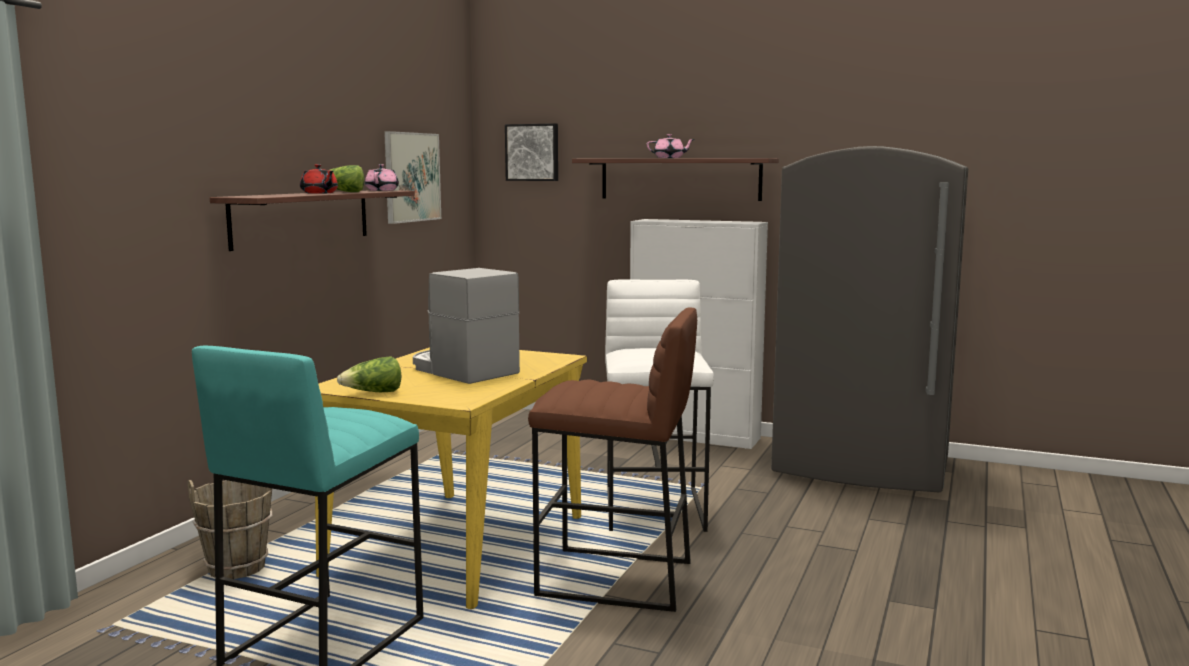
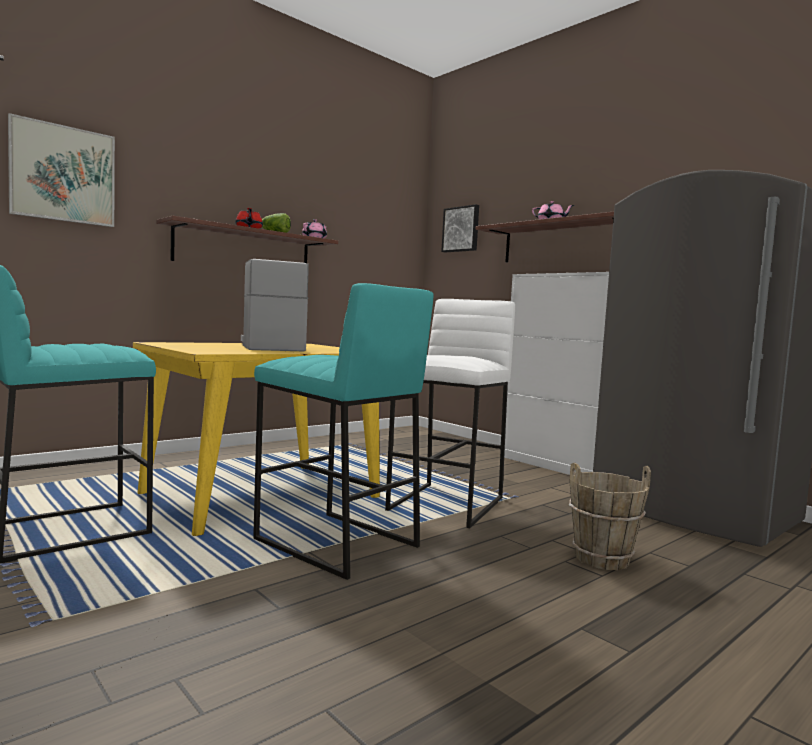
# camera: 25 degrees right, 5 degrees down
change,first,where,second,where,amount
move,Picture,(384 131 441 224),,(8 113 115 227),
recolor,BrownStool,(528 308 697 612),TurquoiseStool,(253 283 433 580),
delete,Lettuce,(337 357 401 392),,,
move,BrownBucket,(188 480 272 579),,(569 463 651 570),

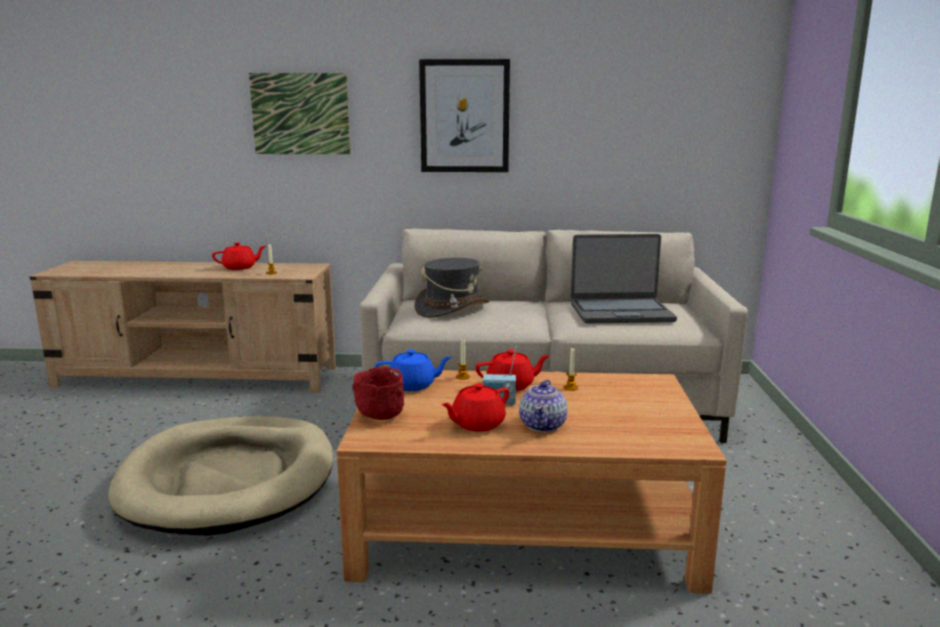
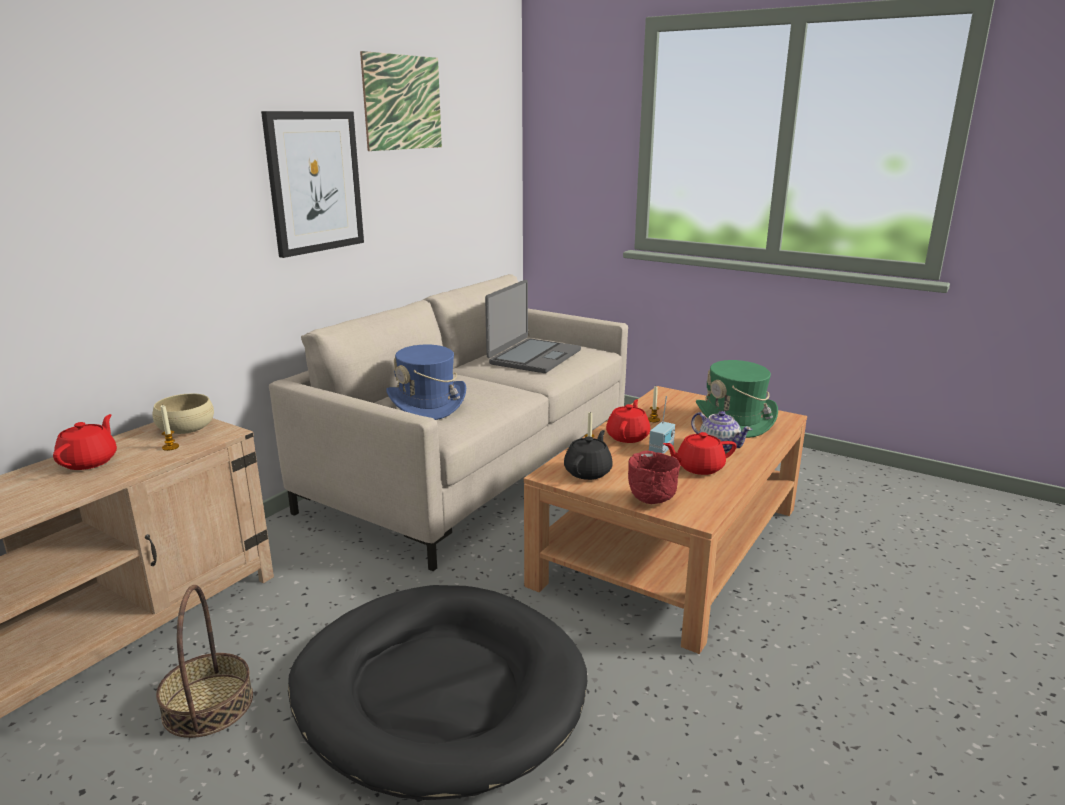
# camera: 60 degrees left, 5 degrees up
change,first,where,second,where,amount
move,Picture,(249 73 351 154),,(360 51 442 151),
recolor,GreyHat,(415 258 490 318),BlueHat,(386 344 466 420),
recolor,BlueTeapot,(375 349 452 391),BlackTeapot,(564 430 613 480),
rotate,RedTeapot,(441 383 509 432),,(663 432 737 475),90 degrees clockwise
recolor,BeigeDogBed,(108 416 333 536),BlackDogBed,(288 585 587 800),
insert,,,GreenHat,(696 360 778 438),
insert,,,BeigeBowl,(152 394 214 434),
insert,,,Basket,(156 585 253 738),

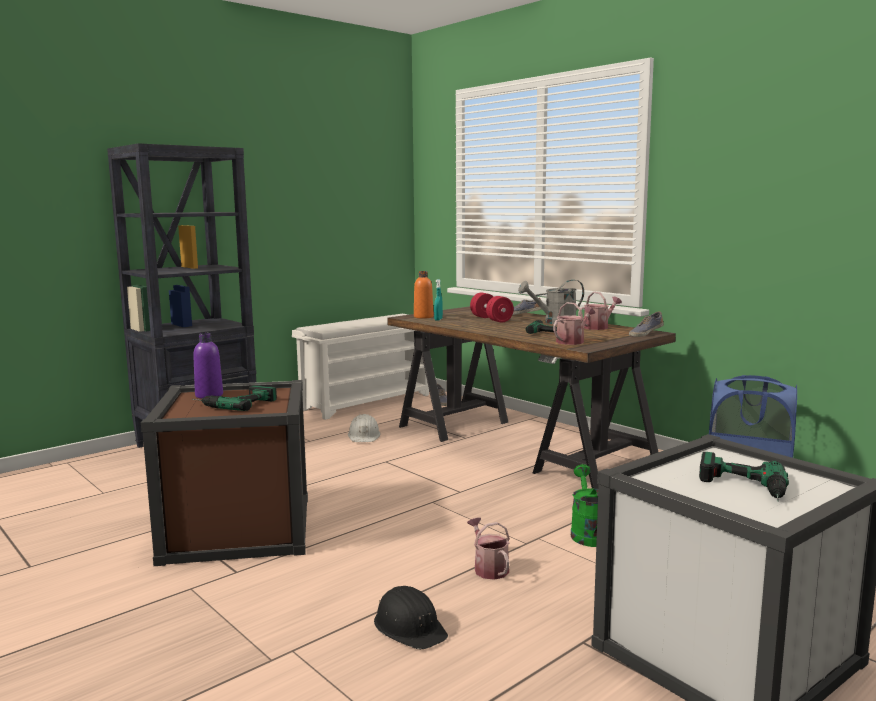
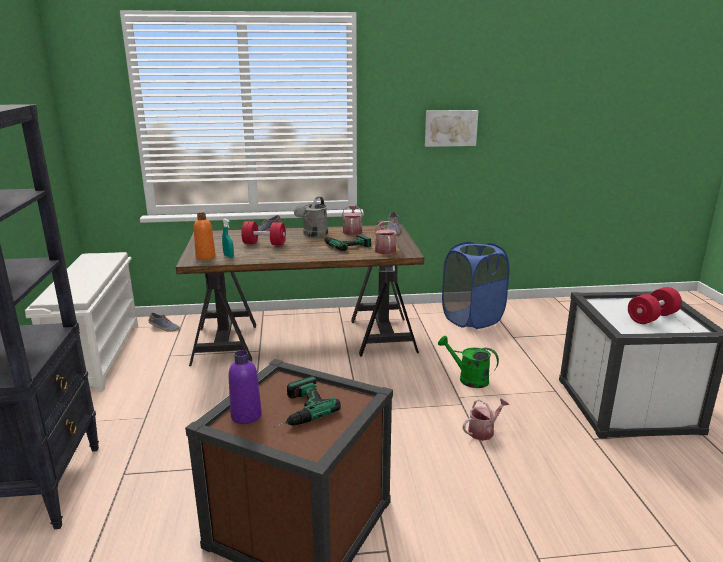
# camera: 55 degrees left, 10 degrees up
change,first,where,second,where,amount
delete,WhiteHardHat,(348 414 380 442),,,
replace,PowerDrill,(699 452 789 502),RedDumbbell,(628 287 682 324),
rotate,WateringCan,(467 518 510 580),,(463 398 509 441),135 degrees clockwise
delete,BlackHardHat,(374 586 448 649),,,
insert,,,Picture,(425 110 478 147),

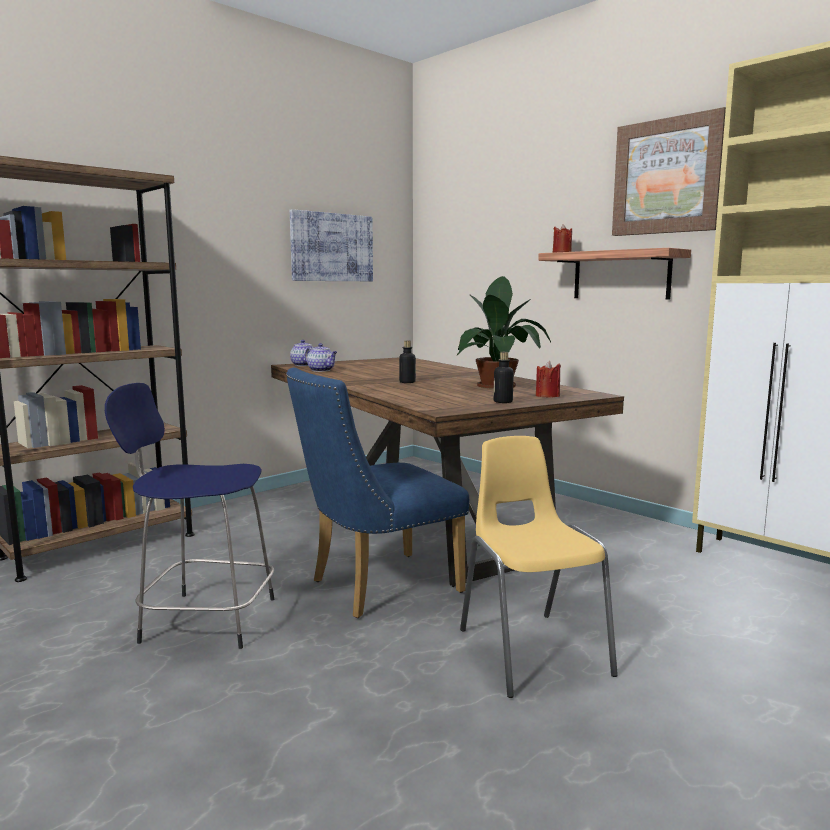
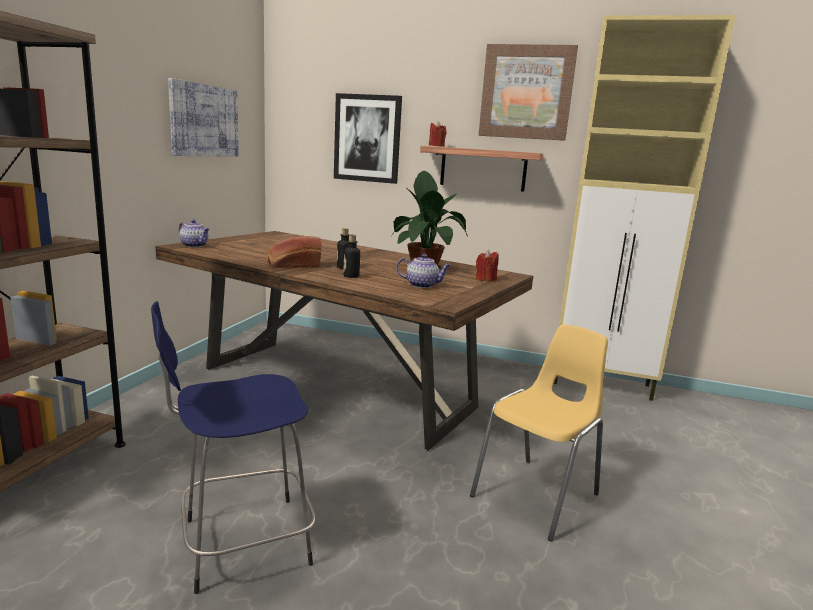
# camera: 30 degrees left, 5 degrees up
change,first,where,second,where,amount
move,Teapot,(305 343 337 372),,(397 254 451 288),
move,Bottle,(494 352 514 403),,(343 235 360 278),
delete,BlueChair,(286 368 469 618),,,
rotate,YellowChair,(460 436 618 698),,(470 325 608 542),90 degrees clockwise
insert,,,Picture,(334 93 402 184),
insert,,,Bread,(268 236 322 268),

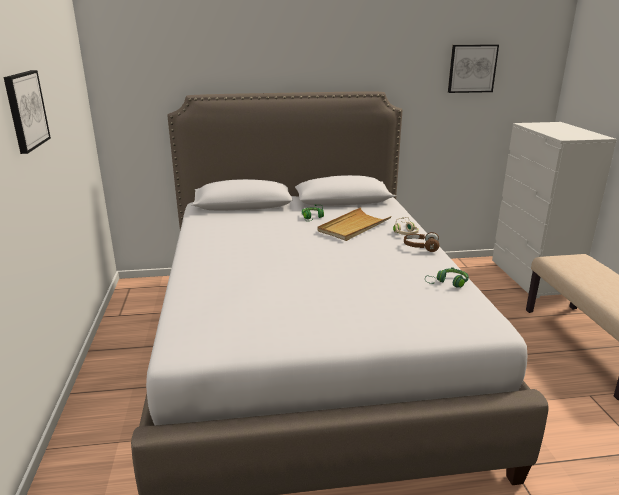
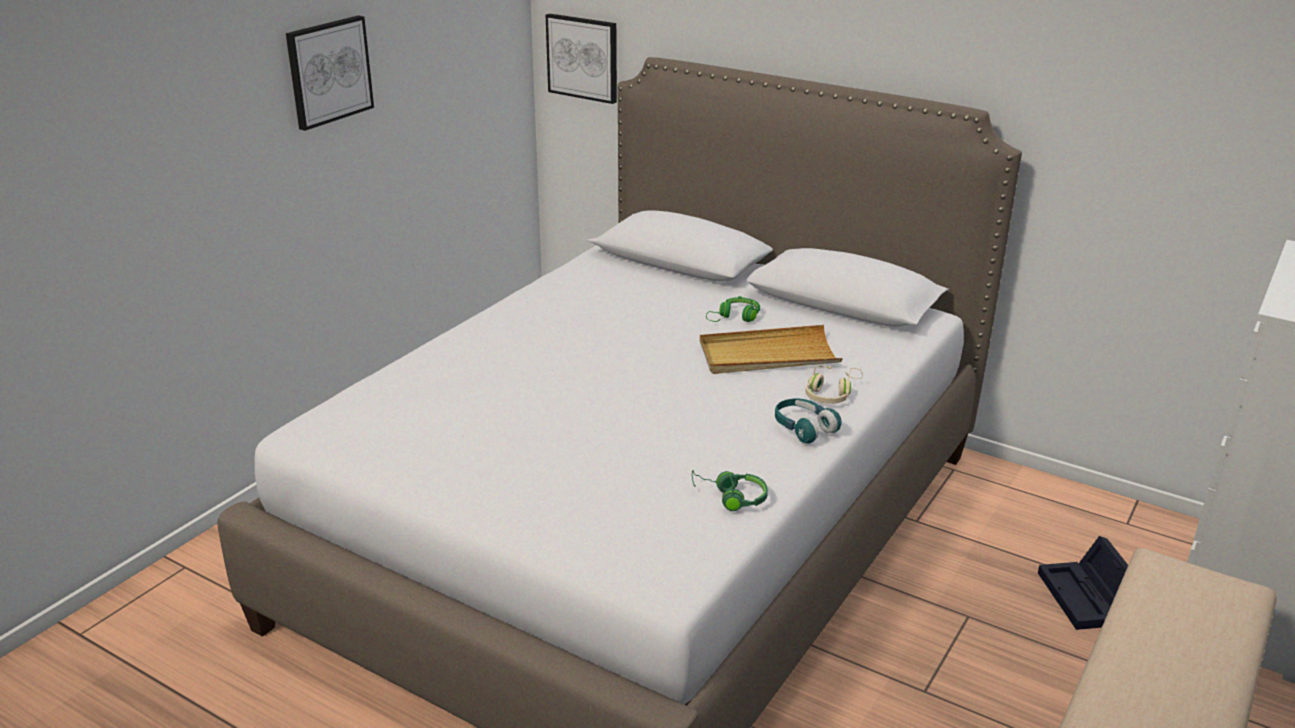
# camera: 40 degrees right, 5 degrees up
change,first,where,second,where,amount
move,Picture,(448 45 499 93),,(546 14 617 104),
recolor,BrownHeadphones,(404 232 439 252),TurquoiseHeadphones,(775 398 842 444),
insert,,,BlackStorageBox,(1038 536 1128 630),

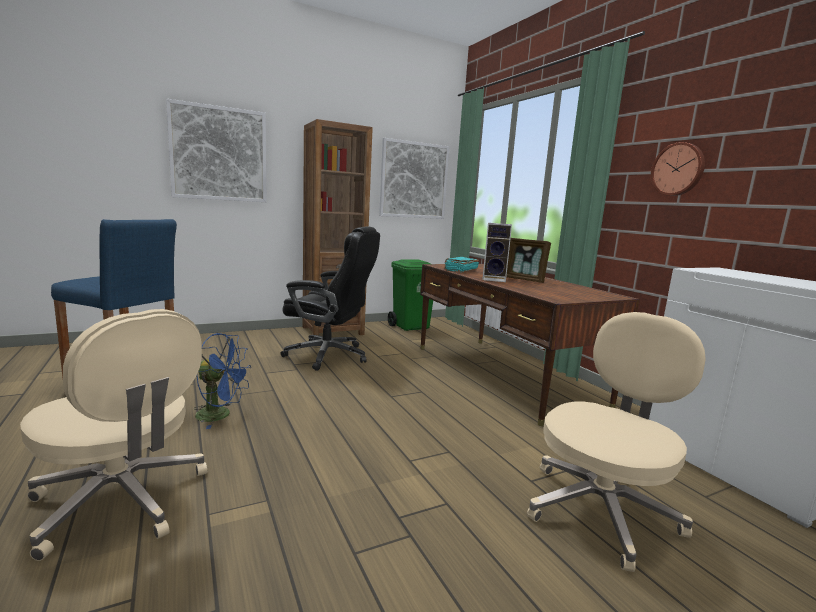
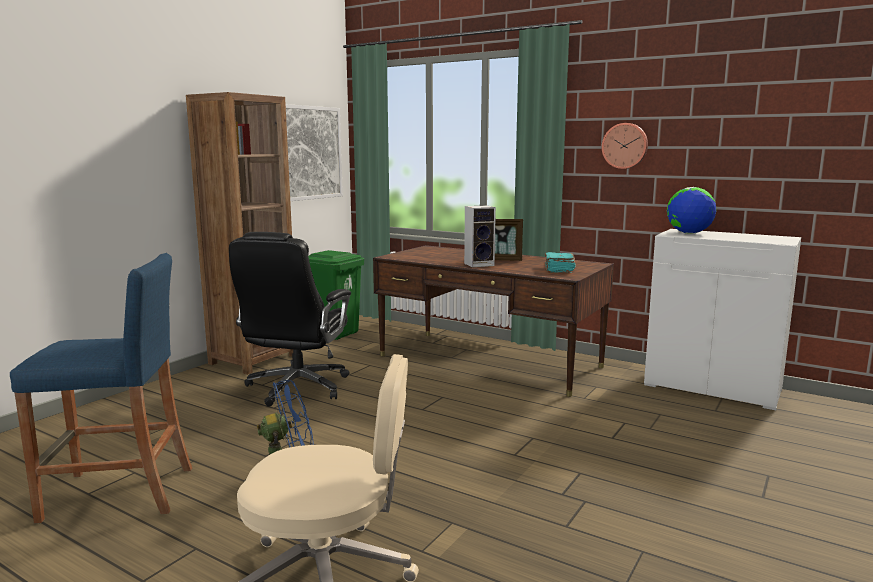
# camera: 30 degrees left, 0 degrees up
change,first,where,second,where,amount
delete,Picture,(166 99 267 202),,,
rotate,BlackOfficeChair,(281 226 380 371),,(229 232 351 407),120 degrees clockwise
move,TurquoiseBook,(444 257 479 273),,(545 252 576 273),
delete,BeigeOfficeChair,(527 312 706 572),,,
insert,,,Globe,(667 187 716 234),

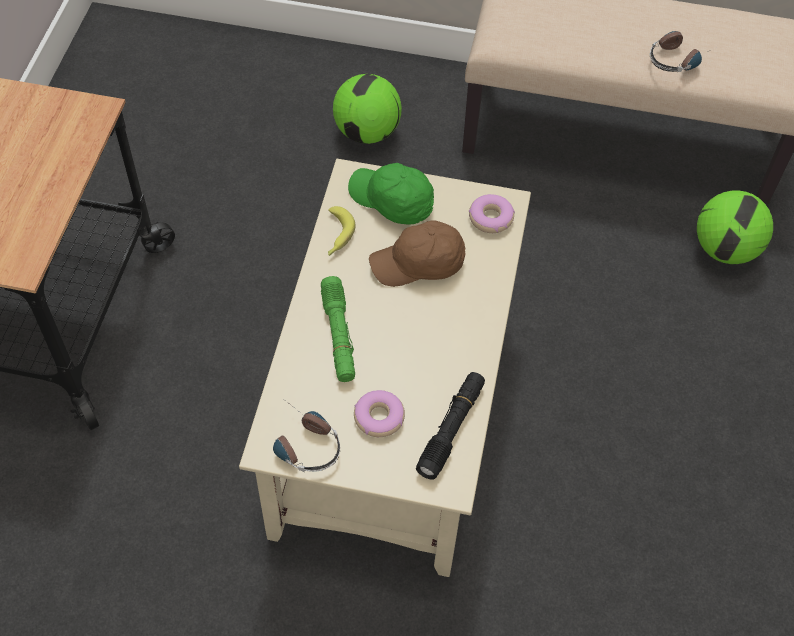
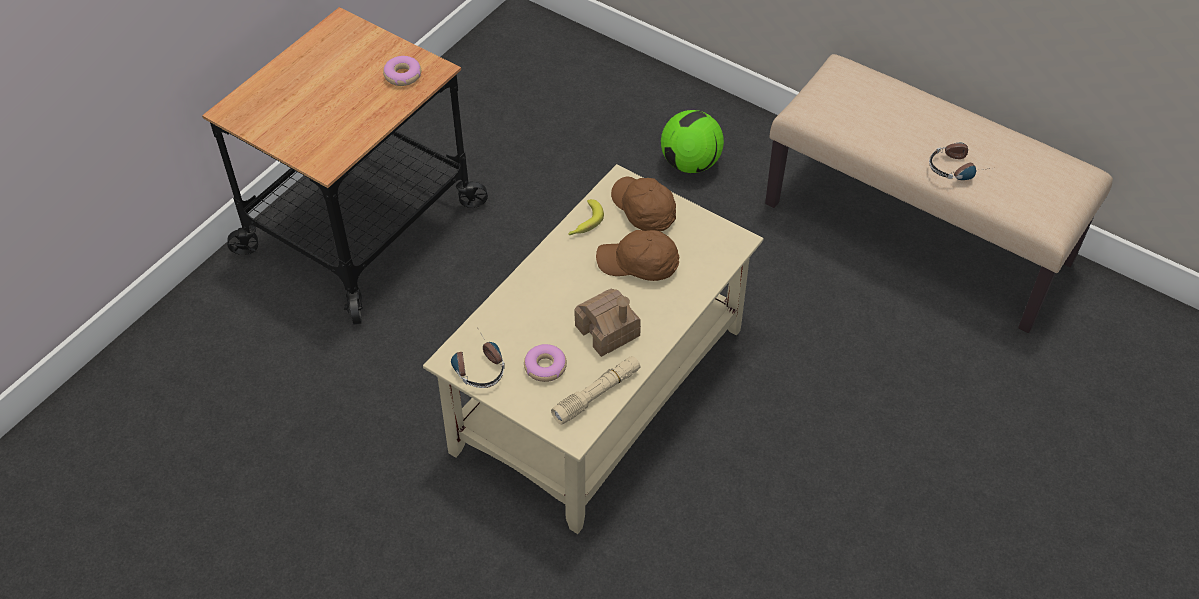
# camera: 25 degrees right, 5 degrees down
change,first,where,second,where,amount
recolor,GreenCap,(348 163 434 224),BrownCap,(611 177 676 231),
delete,Football,(697 190 773 264),,,
move,Donut,(469 194 515 233),,(383 56 421 86),
delete,GreenFlashlight,(321 276 355 382),,,
recolor,BlackFlashlight,(416 372 485 480),BeigeFlashlight,(551 356 640 425),
insert,,,ToyHouse,(574 289 641 357),

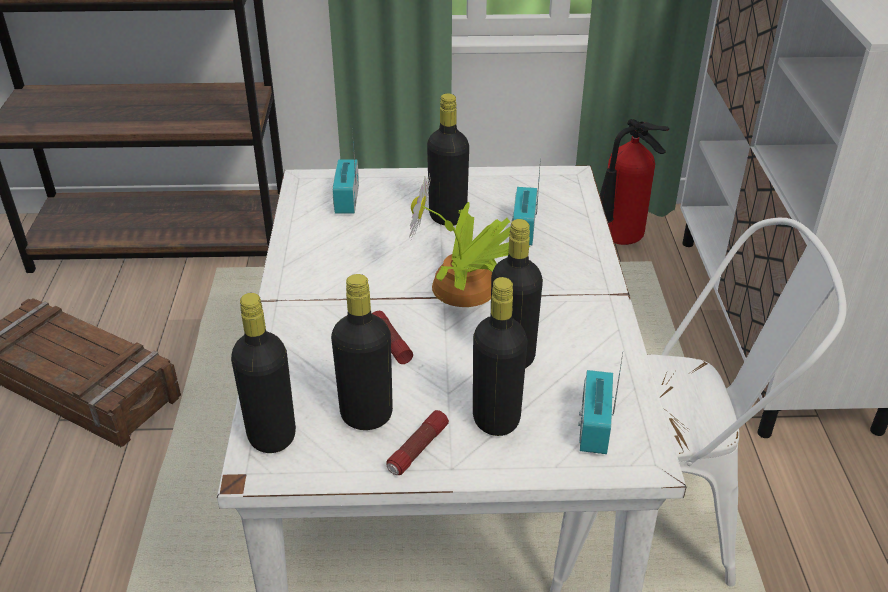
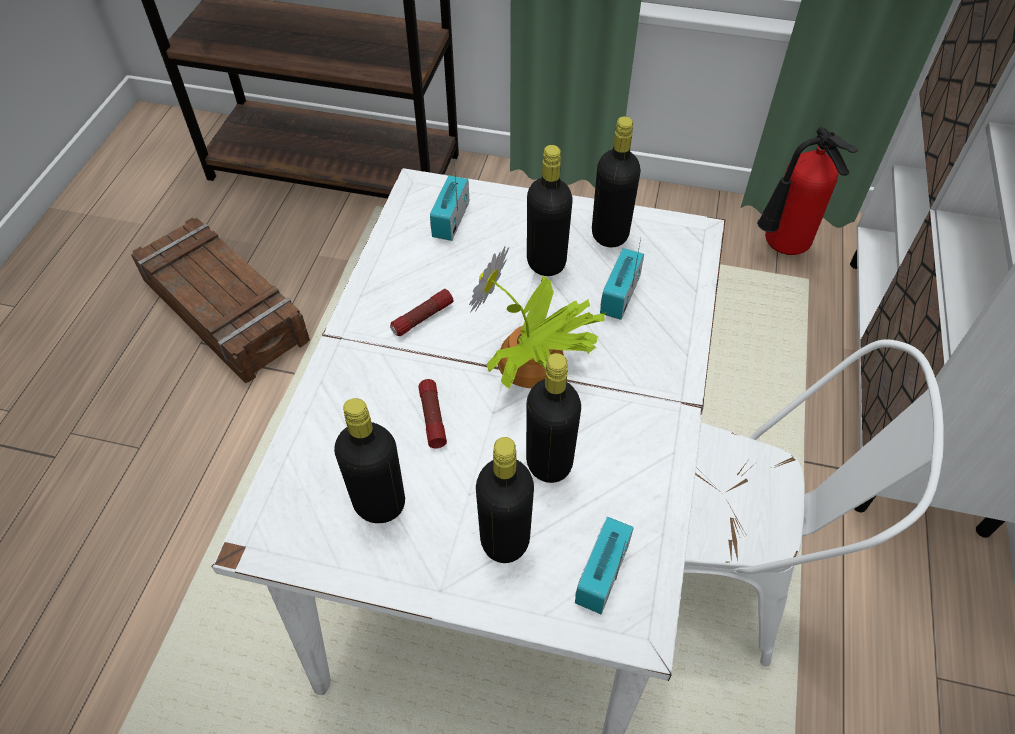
# camera: 15 degrees right, 15 degrees up
change,first,where,second,where,amount
move,BlackBottle,(231 293 296 453),,(592 116 641 247),
move,Flashlight,(386 410 449 475),,(390 289 454 336),

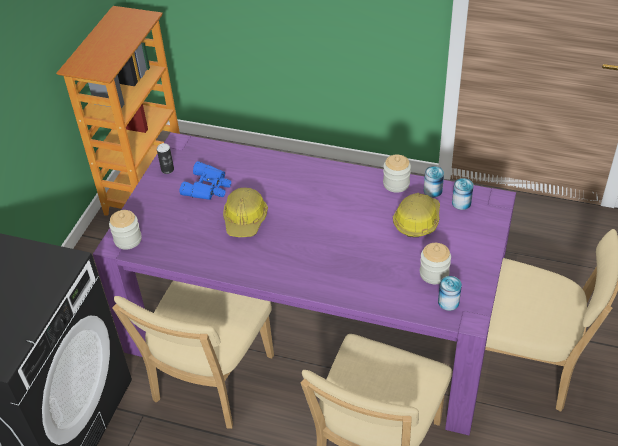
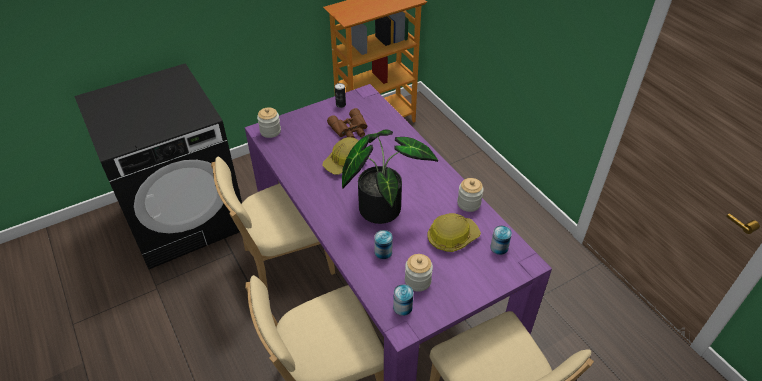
# camera: 40 degrees right, 0 degrees up
change,first,where,second,where,amount
recolor,BlueBinoculars,(180 161 231 200),BrownBinoculars,(327 108 368 138),
move,Can,(424 166 444 197),,(374 230 393 259),
insert,,,PottedPlant,(342 129 438 224),

